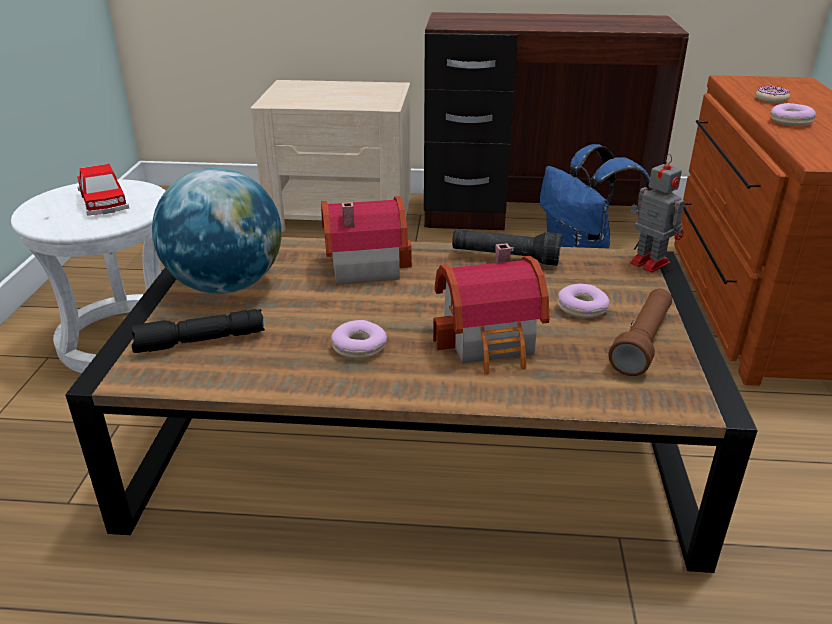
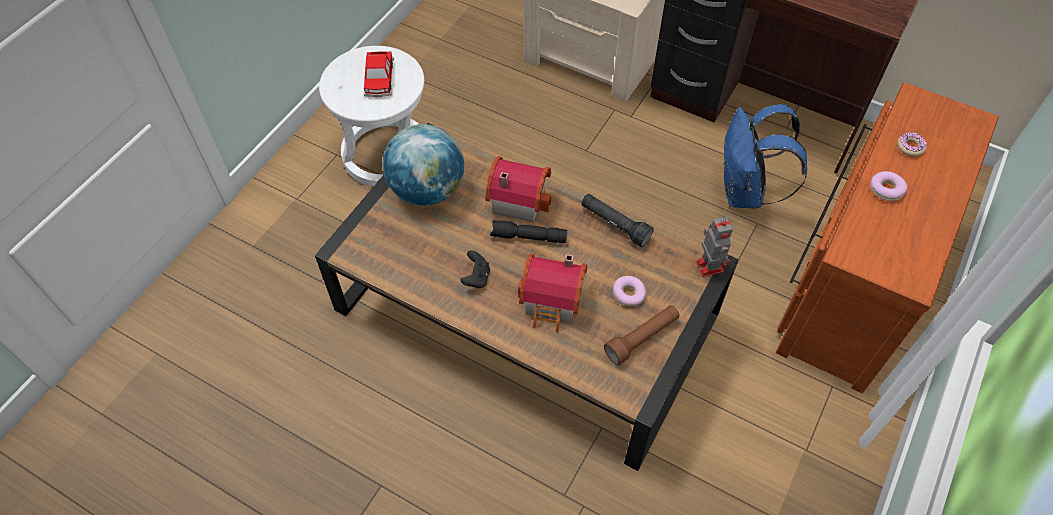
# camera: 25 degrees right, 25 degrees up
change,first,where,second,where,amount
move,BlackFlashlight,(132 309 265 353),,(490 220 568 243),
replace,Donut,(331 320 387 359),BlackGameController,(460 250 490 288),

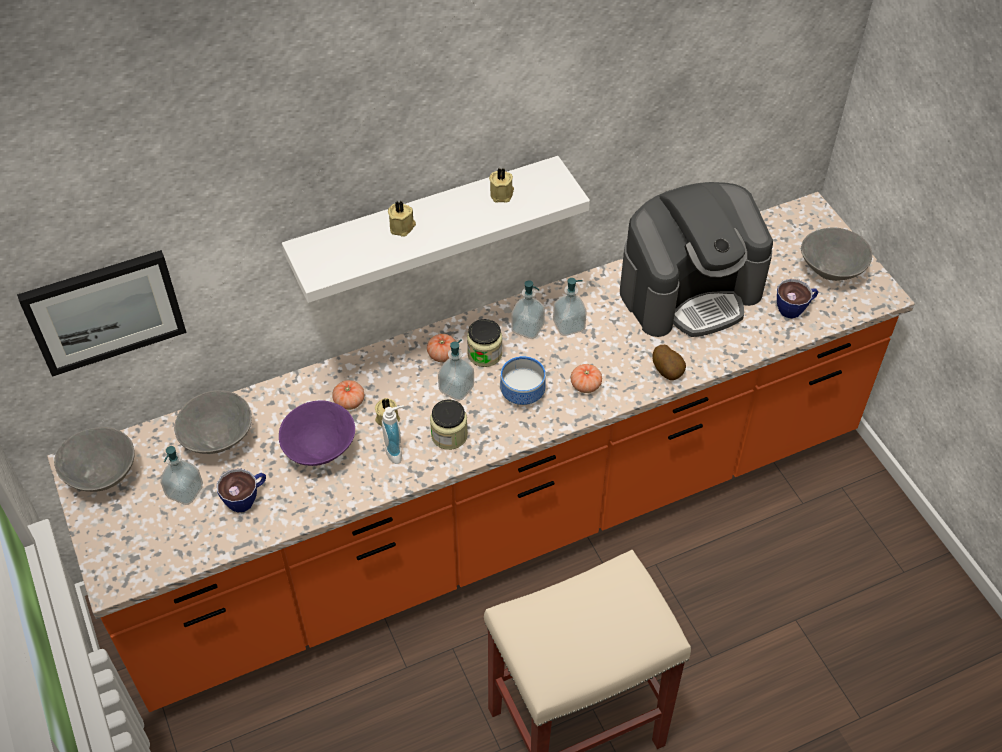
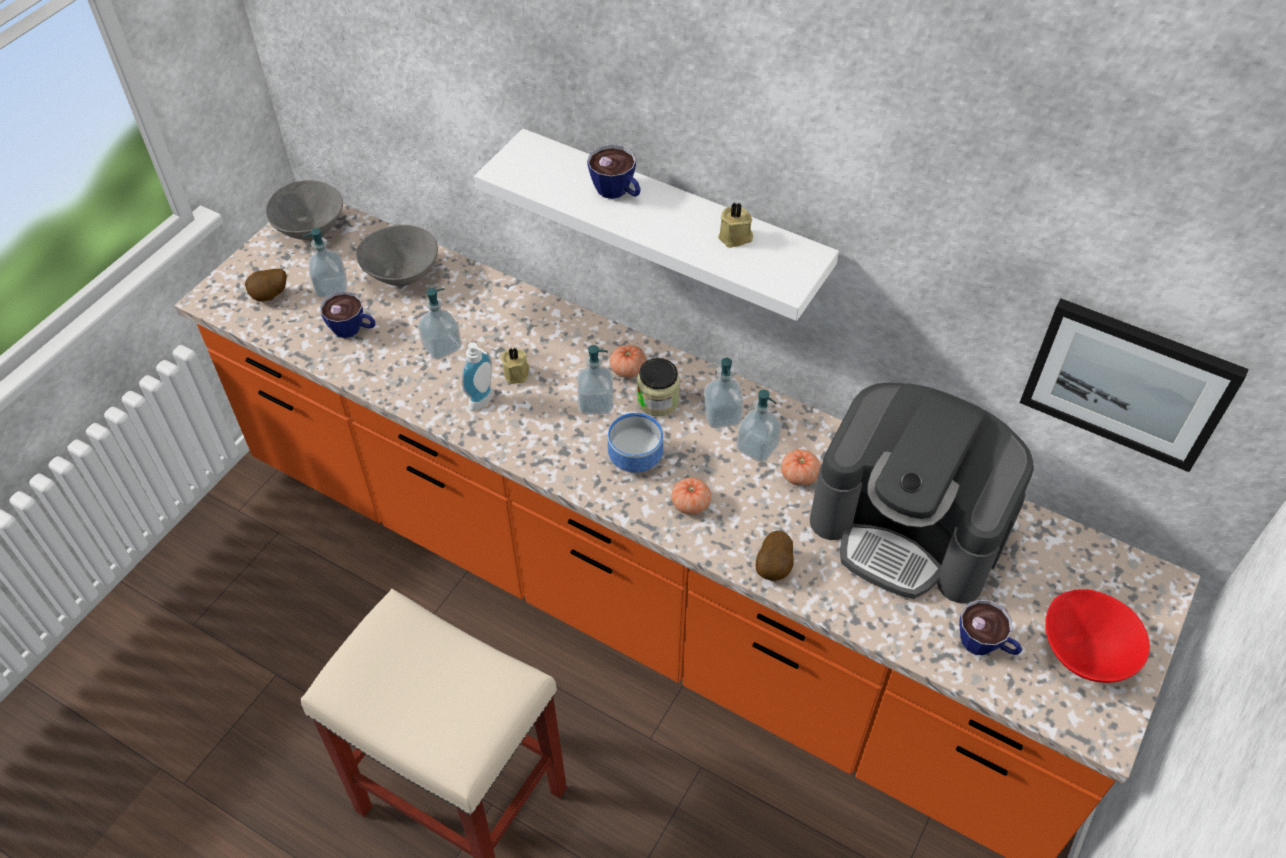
# camera: 55 degrees right, 0 degrees up
change,first,where,second,where,amount
replace,BeigeCandle,(388 200 416 237),Cup,(587 144 641 199),
recolor,GreyBowl,(801 227 872 281),RedBowl,(1045 589 1150 683),
move,Picture,(17 250 187 377),,(1020 298 1249 472),
move,Tomato,(332 380 364 410),,(781 449 820 486),
delete,Jar,(430 399 468 450),,,
replace,PurpleBowl,(279 400 355 466),SoapDispenser,(418 288 462 360),
insert,,,Potato,(245 269 287 302),

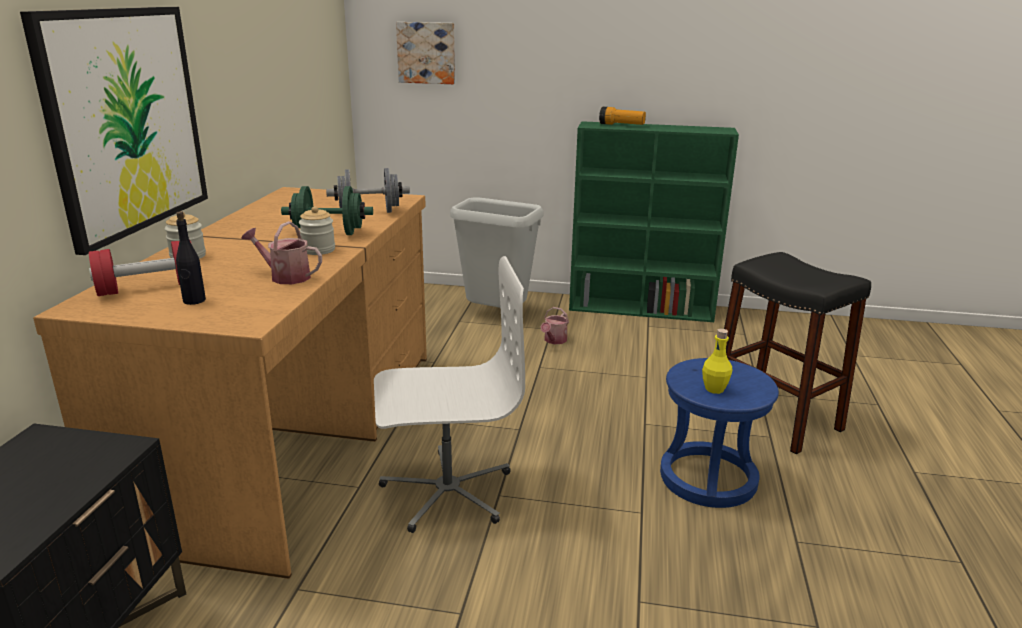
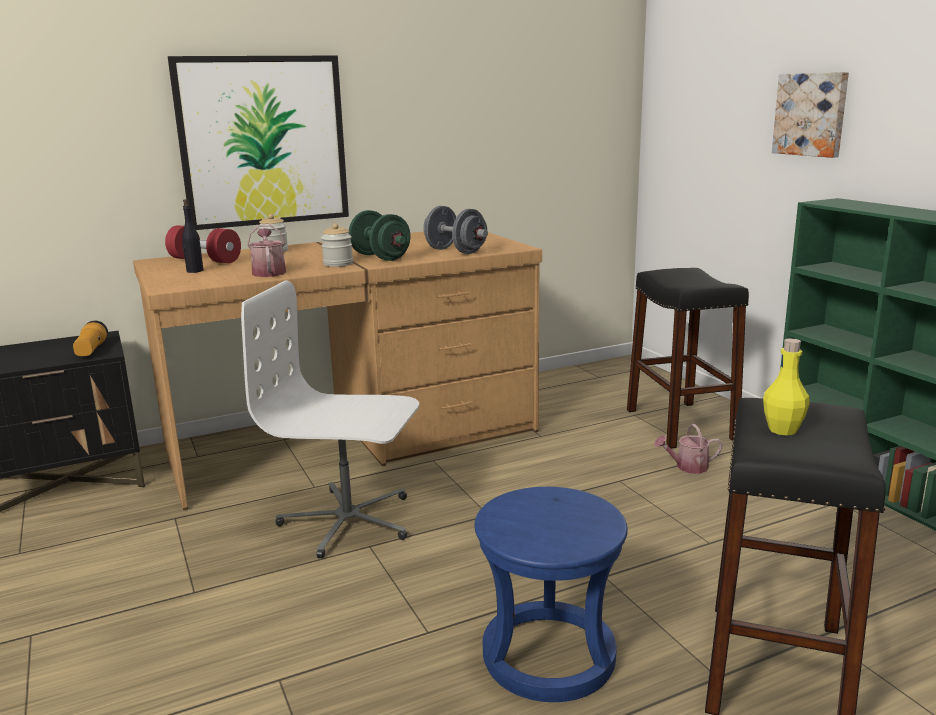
# camera: 55 degrees right, 5 degrees down
change,first,where,second,where,amount
move,Picture,(396 22 455 84),,(772 72 849 158),
move,Flashlight,(599 107 646 125),,(73 321 108 356),
replace,GreyTrashCan,(450 197 544 308),BlackStool,(627 268 749 449),
rotate,WhiteOfficeChair,(374 256 525 533),,(241 280 419 559),150 degrees clockwise
move,YellowBottle,(702 329 732 394),,(763 338 810 436),

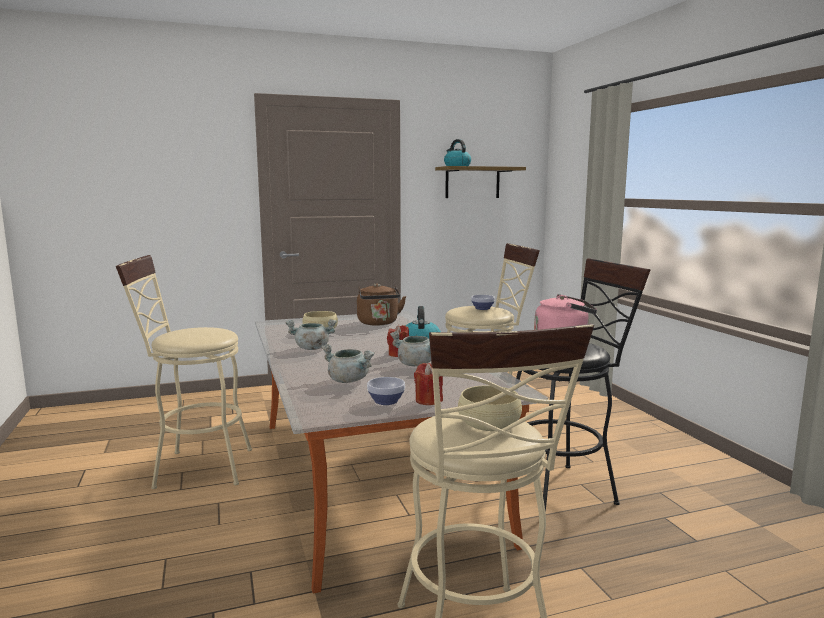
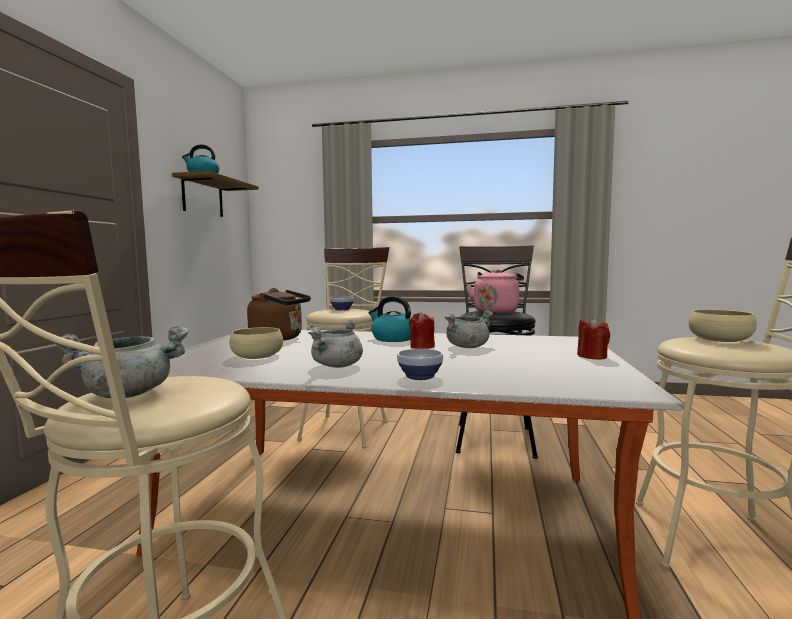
# camera: 60 degrees left, 5 degrees down
change,first,where,second,where,amount
move,GreyCookingPot,(321 344 375 383),,(55 326 189 399),
move,Bowl,(367 377 405 405),,(397 349 443 380),

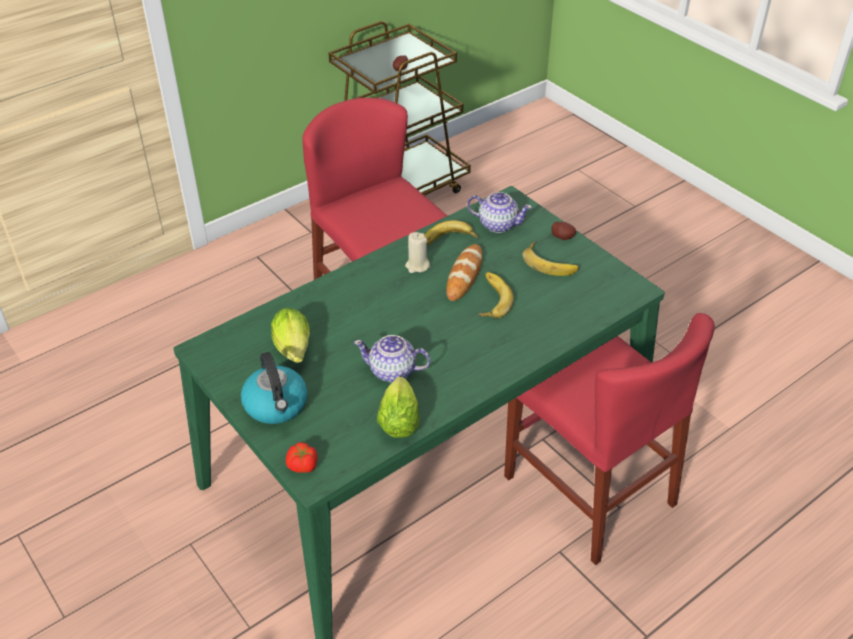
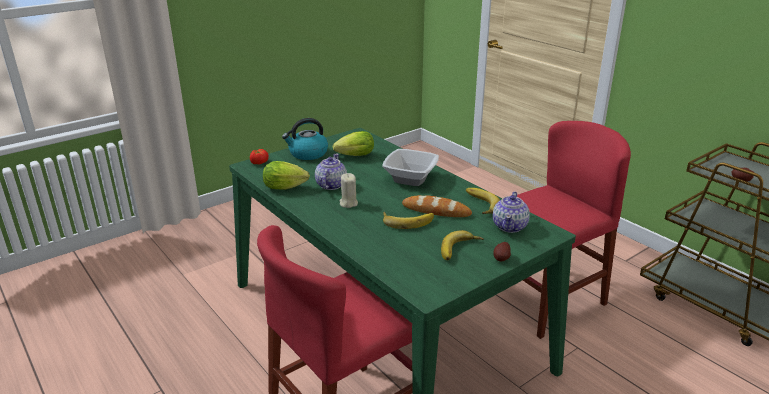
# camera: 90 degrees right, 15 degrees down
change,first,where,second,where,amount
move,BeigeCandle,(405 232 430 273),,(340 173 358 208),
insert,,,Bowl,(382 149 439 186),

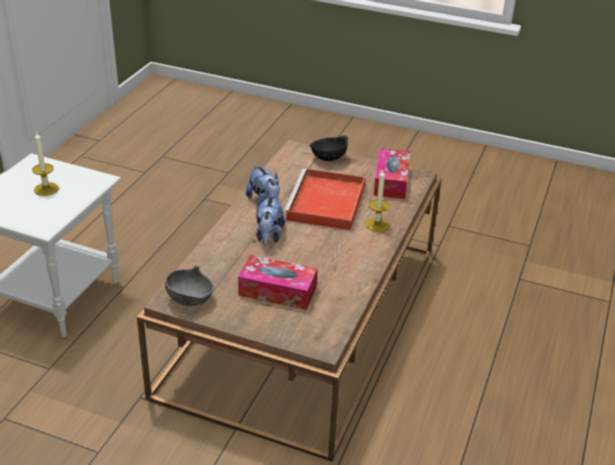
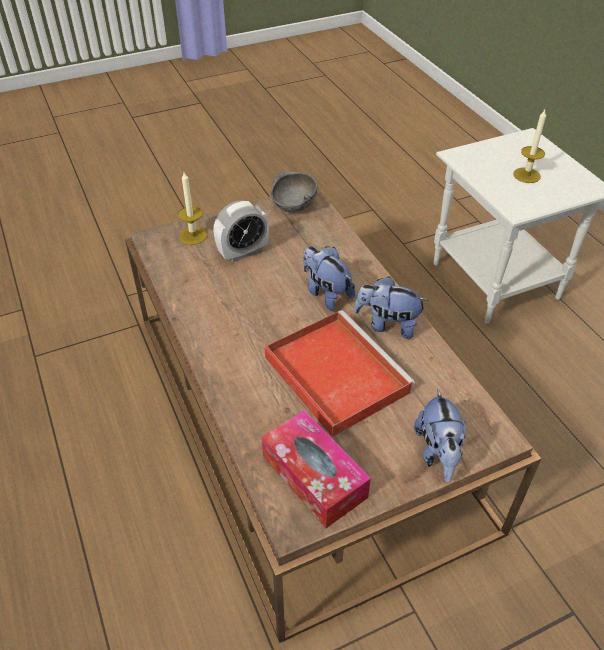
# camera: 135 degrees right, 10 degrees up
change,first,where,second,where,amount
replace,BlackBowl,(309 136 348 161),PlushToy,(414 389 466 482),
move,Candle,(365 170 390 232),,(178 172 207 245),
replace,TissueBox,(238 255 317 310),AlarmClock,(213 200 269 262),

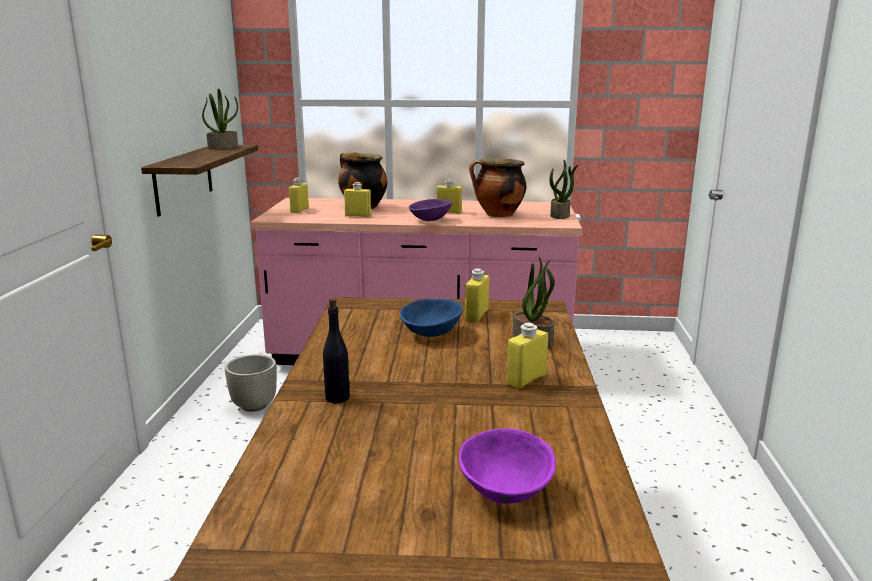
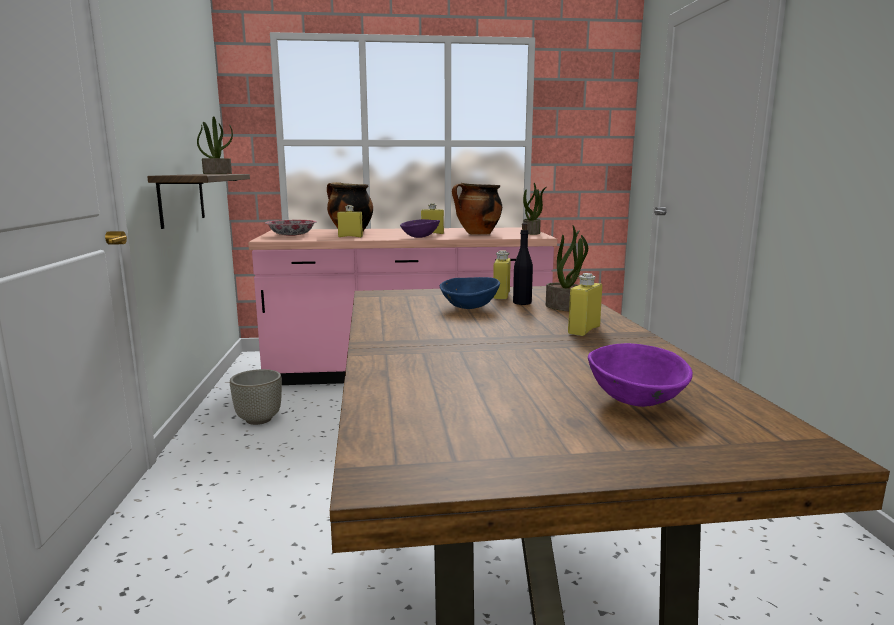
# camera: 10 degrees left, 5 degrees down
change,first,where,second,where,amount
replace,YellowBottle,(289 178 309 213),Bowl,(265 220 317 236),
move,BlackBottle,(323 298 350 403),,(513 223 533 305),

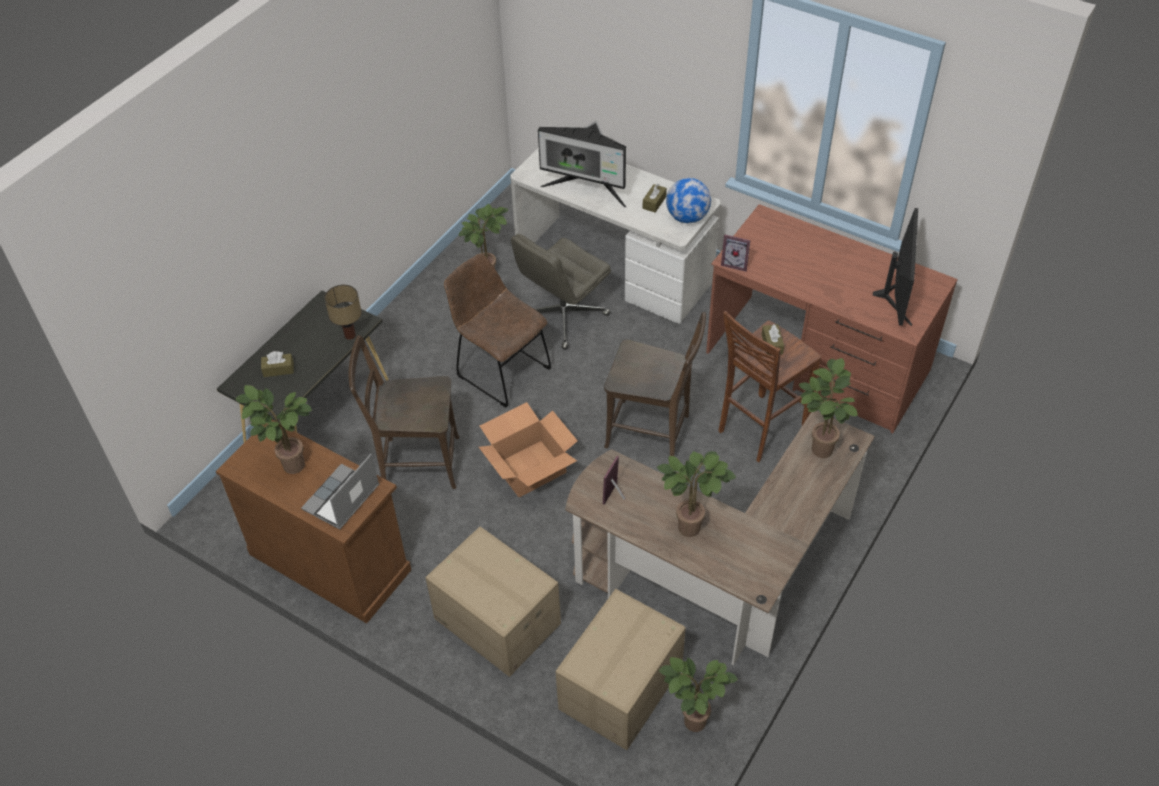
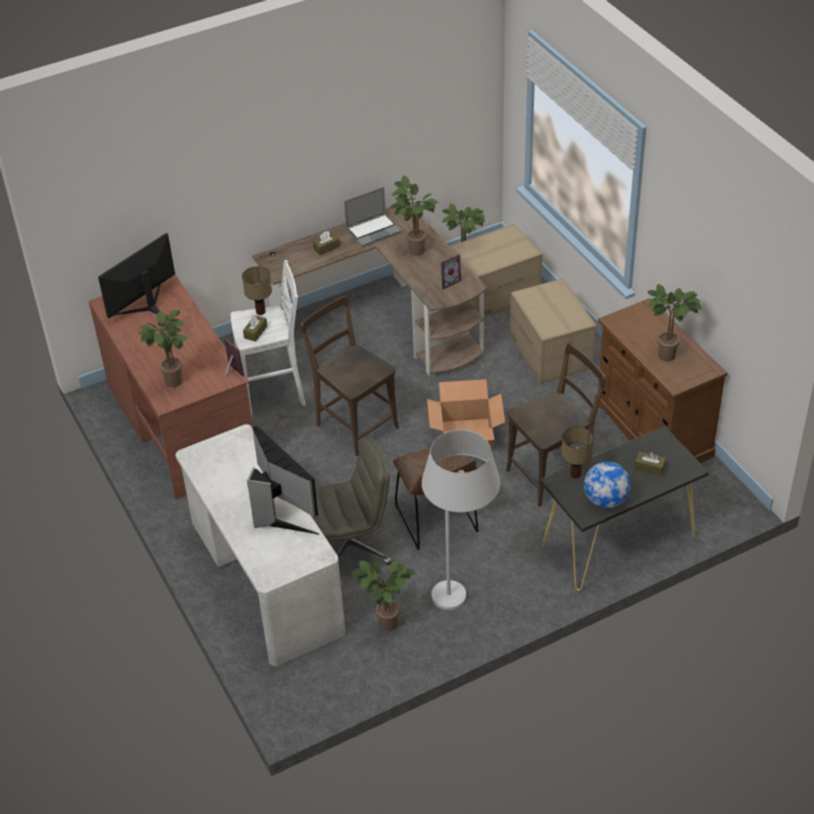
# camera: 150 degrees left, 5 degrees down
change,first,where,second,where,amount
move,Globe,(666 178 711 223),,(584 462 631 508),
move,BrownTissueBox,(642 184 667 213),,(313 231 340 255),
recolor,BrownStool,(718 311 821 462),WhiteStool,(231 260 306 417),
rotate,BrownChair,(349 335 459 489),,(506 343 606 507),60 degrees counterclockwise
move,PottedPlant,(799 358 858 458),,(138 310 188 387),
move,Laptop,(301 454 379 530),,(344 187 401 247),
insert,,,TableLamp,(242 266 272 315),
insert,,,WhiteFloorLamp,(422 430 500 610),

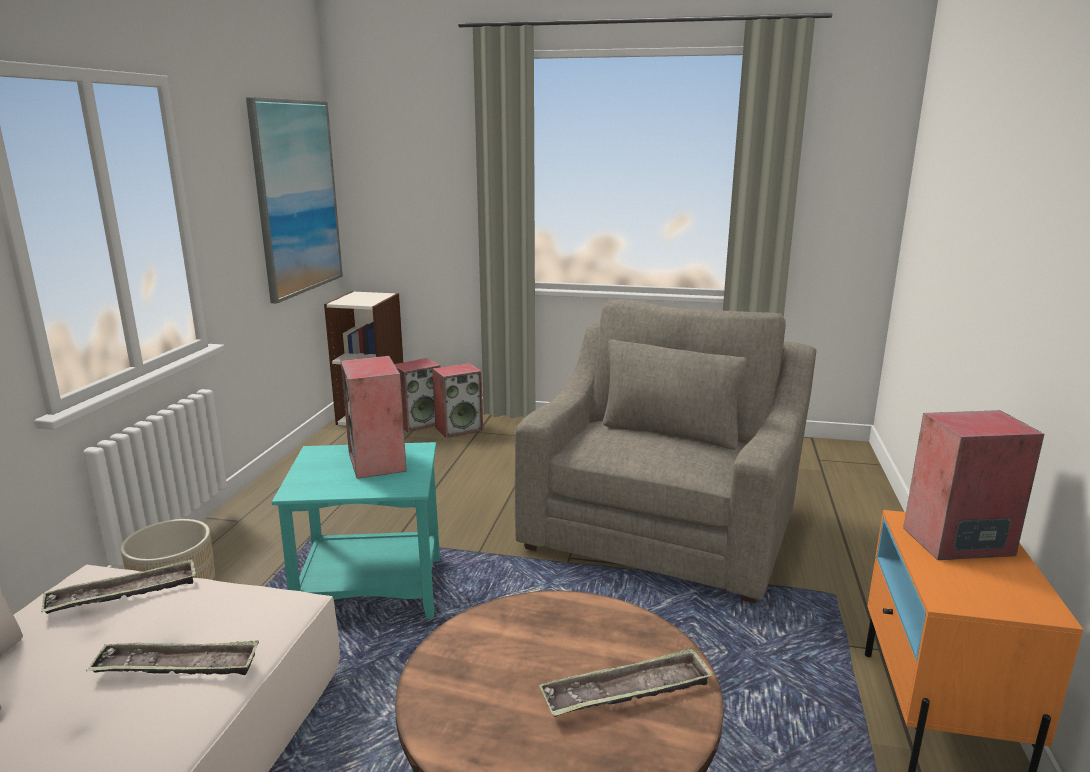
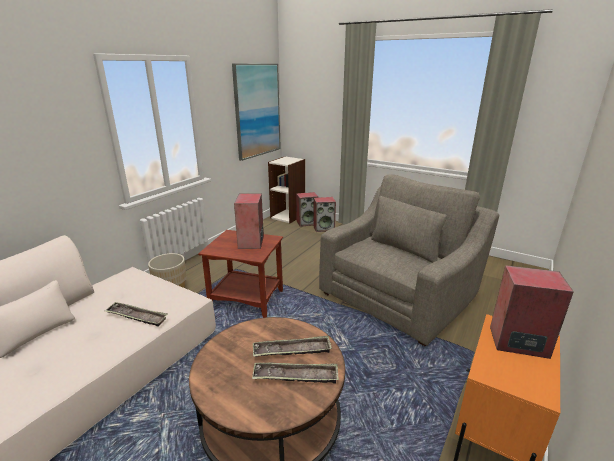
# camera: 20 degrees right, 5 degrees up
change,first,where,second,where,amount
recolor,TurquoiseSideTable,(272 442 440 619),BrownSideTable,(198 230 283 318),
move,Tray,(41 558 196 614),,(253 335 332 357),

